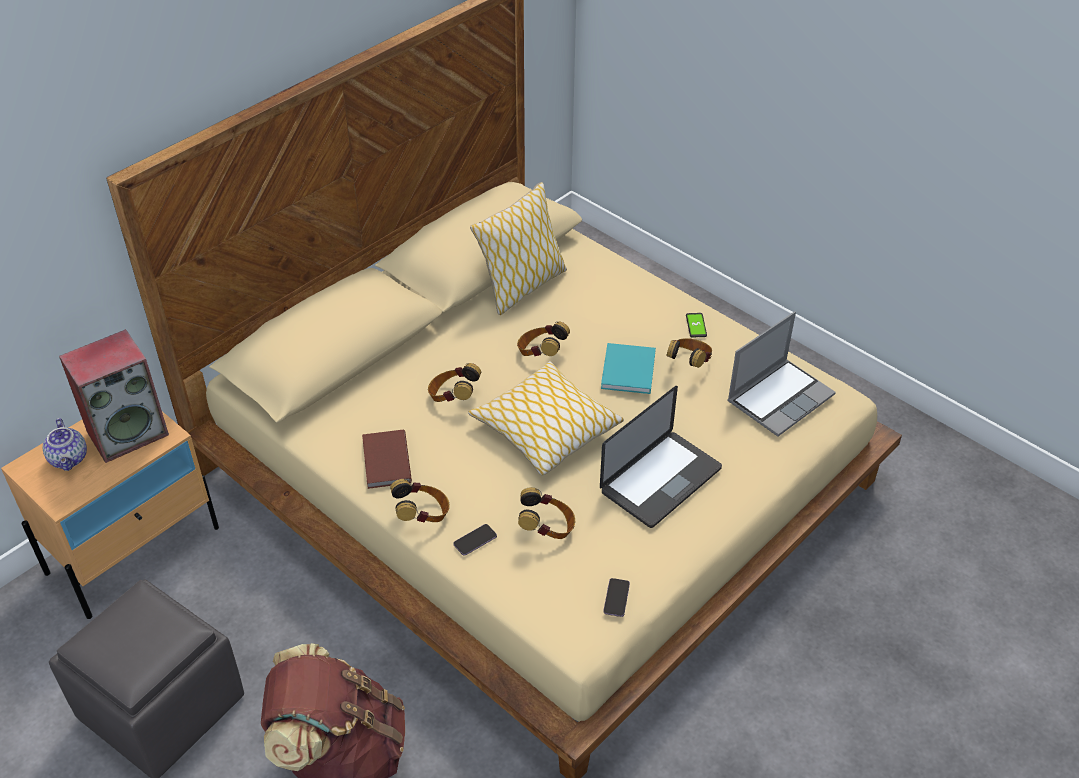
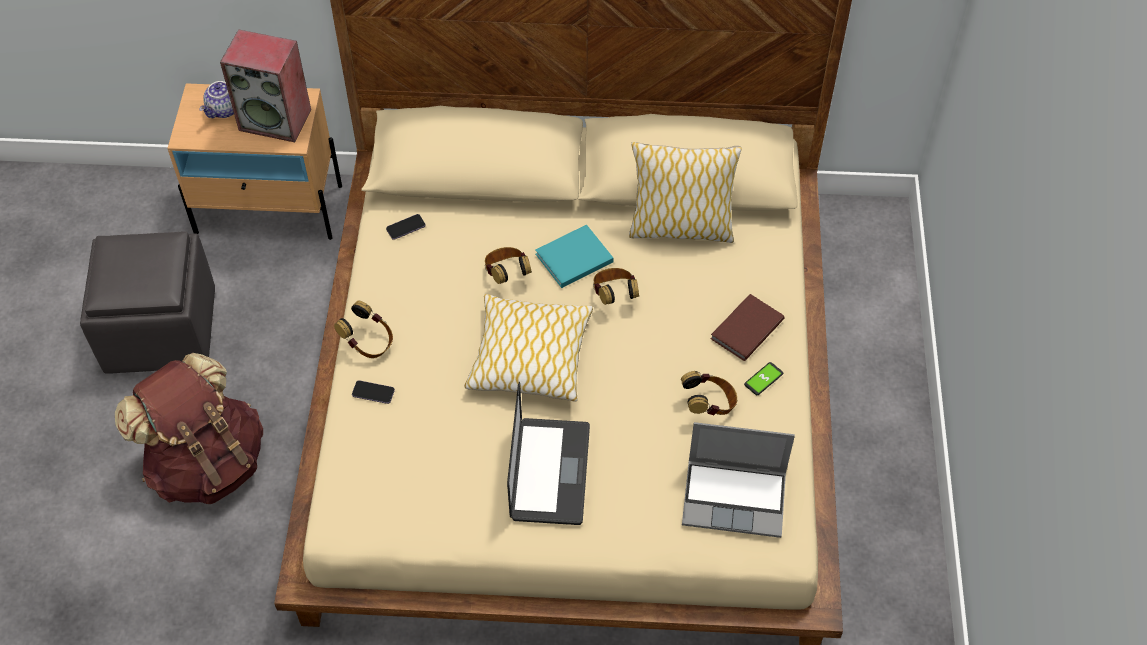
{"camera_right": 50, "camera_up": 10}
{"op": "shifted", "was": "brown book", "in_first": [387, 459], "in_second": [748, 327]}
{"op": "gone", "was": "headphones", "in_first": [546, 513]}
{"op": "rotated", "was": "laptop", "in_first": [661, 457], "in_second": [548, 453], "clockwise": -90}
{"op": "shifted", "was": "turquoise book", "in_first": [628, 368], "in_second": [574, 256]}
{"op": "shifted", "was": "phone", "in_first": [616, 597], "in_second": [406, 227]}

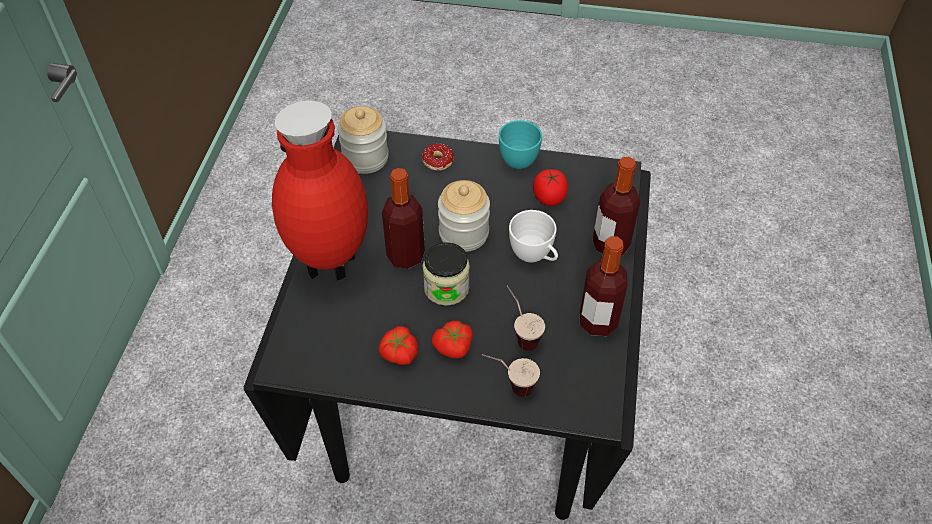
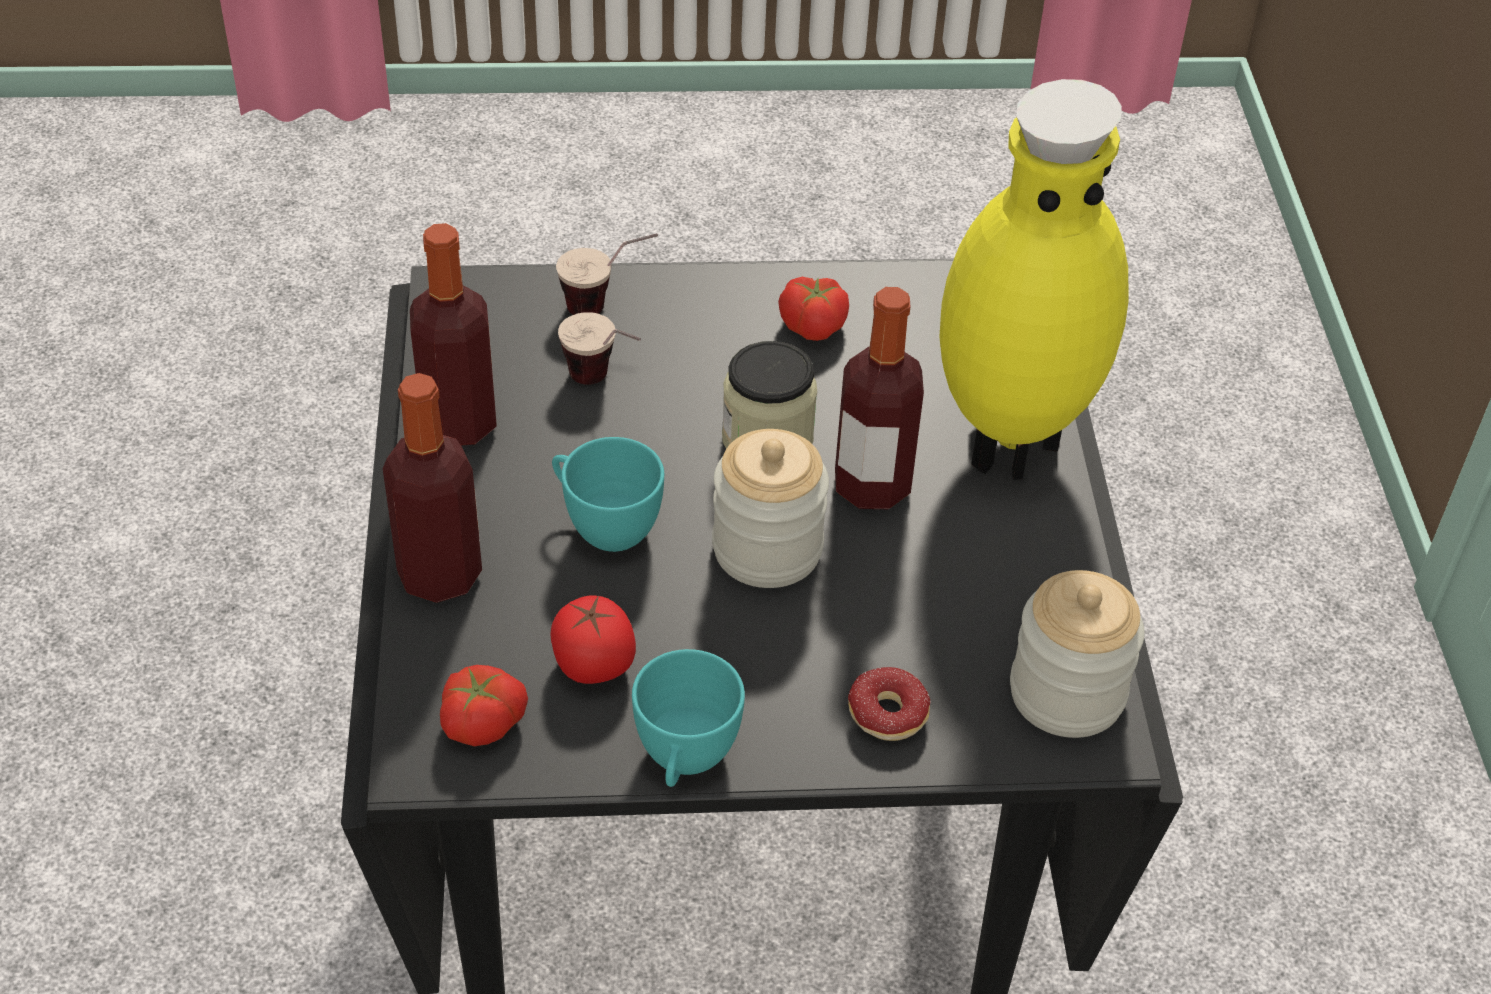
{"camera_right": 165, "camera_up": -5}
{"op": "repainted", "was": "red vase", "now": "yellow vase", "in_first": [320, 190], "in_second": [1034, 279]}
{"op": "shifted", "was": "tomato", "in_first": [452, 339], "in_second": [484, 705]}
{"op": "repainted", "was": "white cup", "now": "turquoise cup", "in_first": [533, 236], "in_second": [608, 494]}

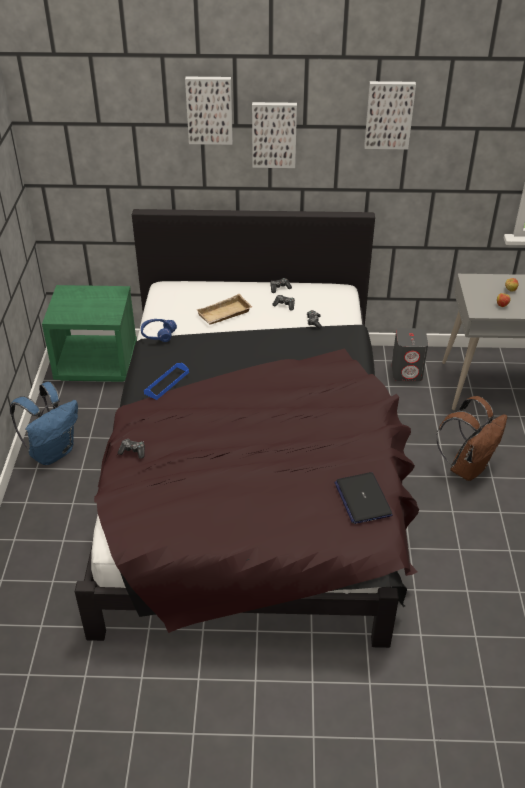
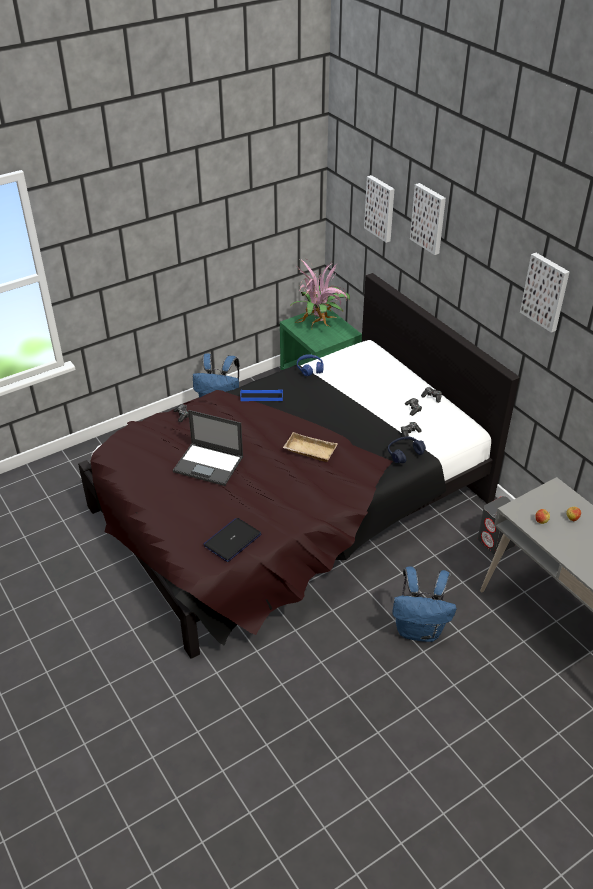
{"camera_right": 55, "camera_up": 0}
{"op": "shifted", "was": "beige tray", "in_first": [224, 309], "in_second": [310, 447]}
{"op": "shifted", "was": "picture", "in_first": [274, 135], "in_second": [379, 209]}
{"op": "repainted", "was": "brown backpack", "now": "blue backpack", "in_first": [471, 438], "in_second": [424, 604]}
{"op": "new", "now": "laptop", "in_second": [208, 448]}
{"op": "new", "now": "potted plant", "in_second": [319, 293]}
{"op": "new", "now": "blue headphones", "in_second": [407, 449]}

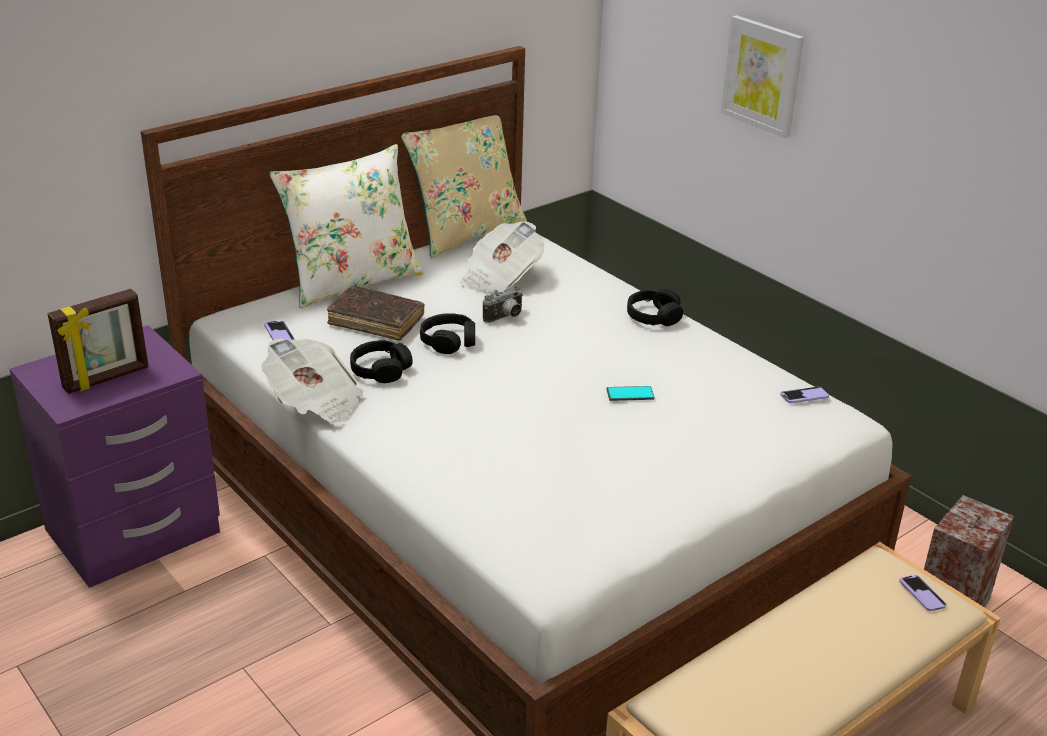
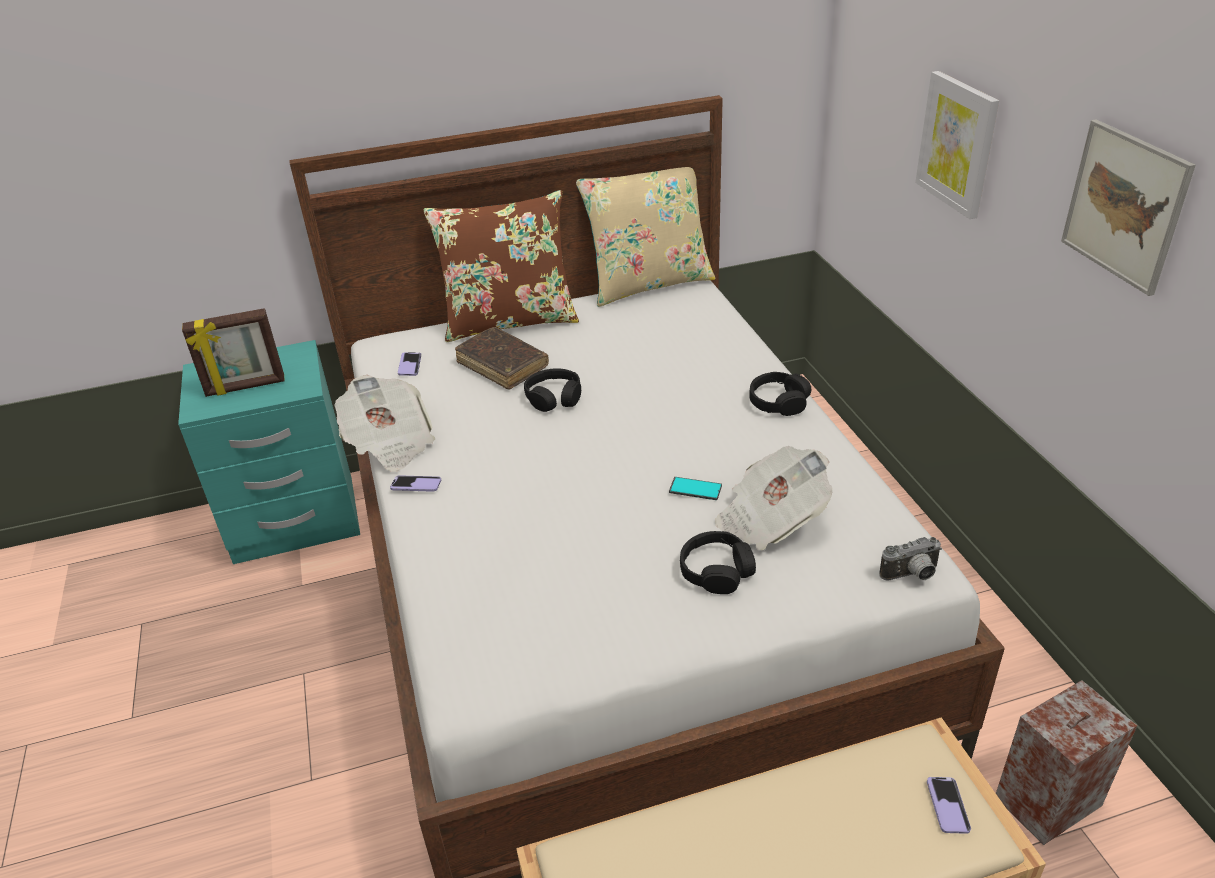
{"camera_right": 25, "camera_up": 5}
{"op": "repainted", "was": "purple nightstand", "now": "turquoise nightstand", "in_first": [115, 456], "in_second": [269, 452]}
{"op": "repainted", "was": "white pillow", "now": "brown pillow", "in_first": [346, 226], "in_second": [501, 266]}
{"op": "shifted", "was": "black headphones", "in_first": [381, 361], "in_second": [718, 562]}
{"op": "shifted", "was": "newspaper", "in_first": [502, 257], "in_second": [774, 498]}
{"op": "shifted", "was": "photo camera", "in_first": [503, 305], "in_second": [910, 559]}
{"op": "shifted", "was": "phone", "in_first": [805, 395], "in_second": [415, 483]}
{"op": "new", "now": "picture", "in_second": [1128, 208]}

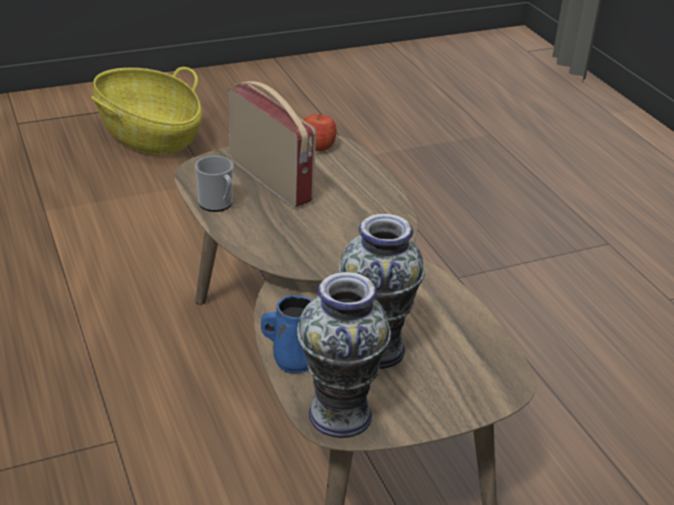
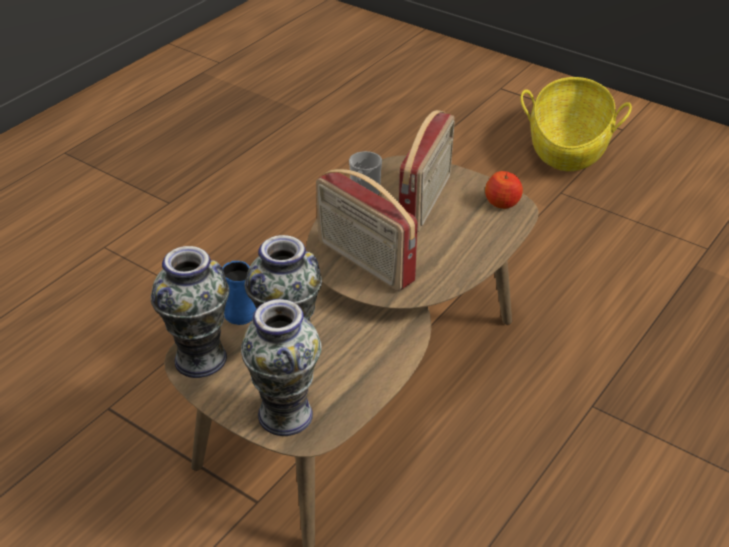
{"camera_right": 60, "camera_up": 5}
{"op": "new", "now": "vase", "in_second": [281, 367]}
{"op": "new", "now": "radio", "in_second": [367, 230]}

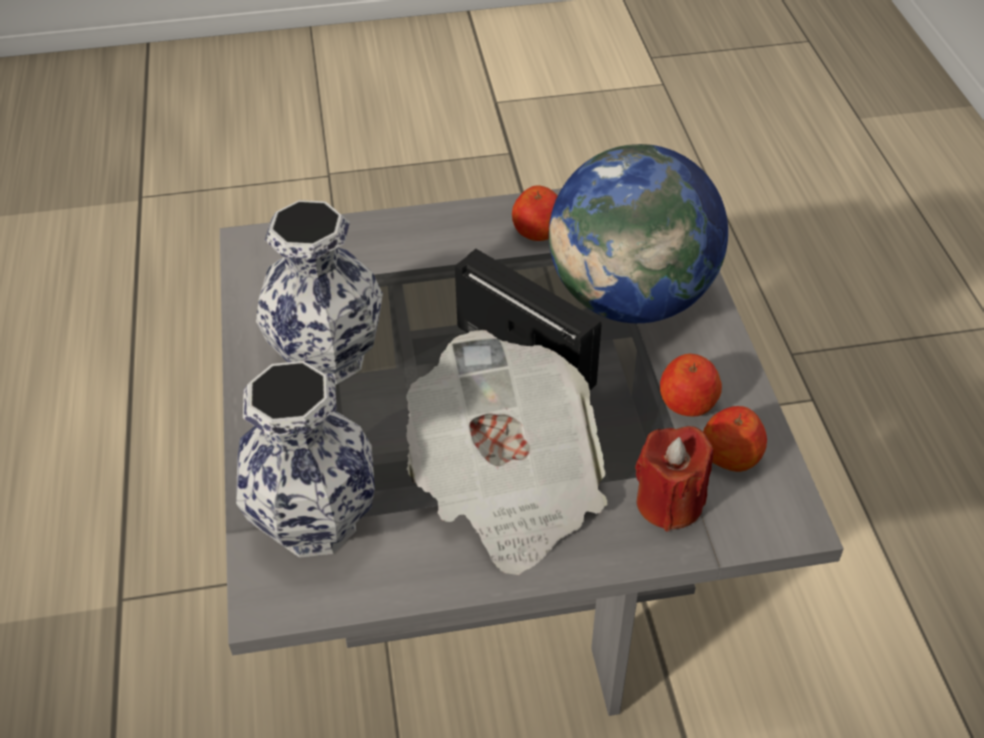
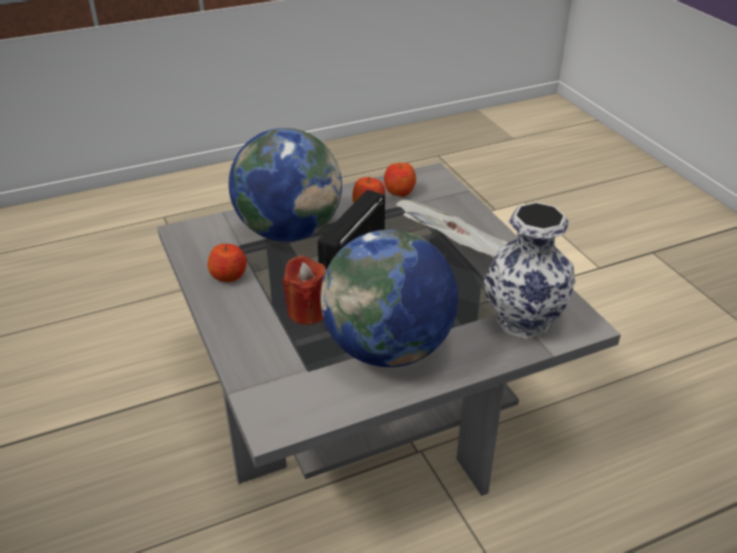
{"camera_right": -105, "camera_up": -10}
{"op": "swapped", "was": "vase", "now": "globe", "in_first": [319, 292], "in_second": [389, 298]}
{"op": "shifted", "was": "red candle", "in_first": [674, 479], "in_second": [304, 290]}

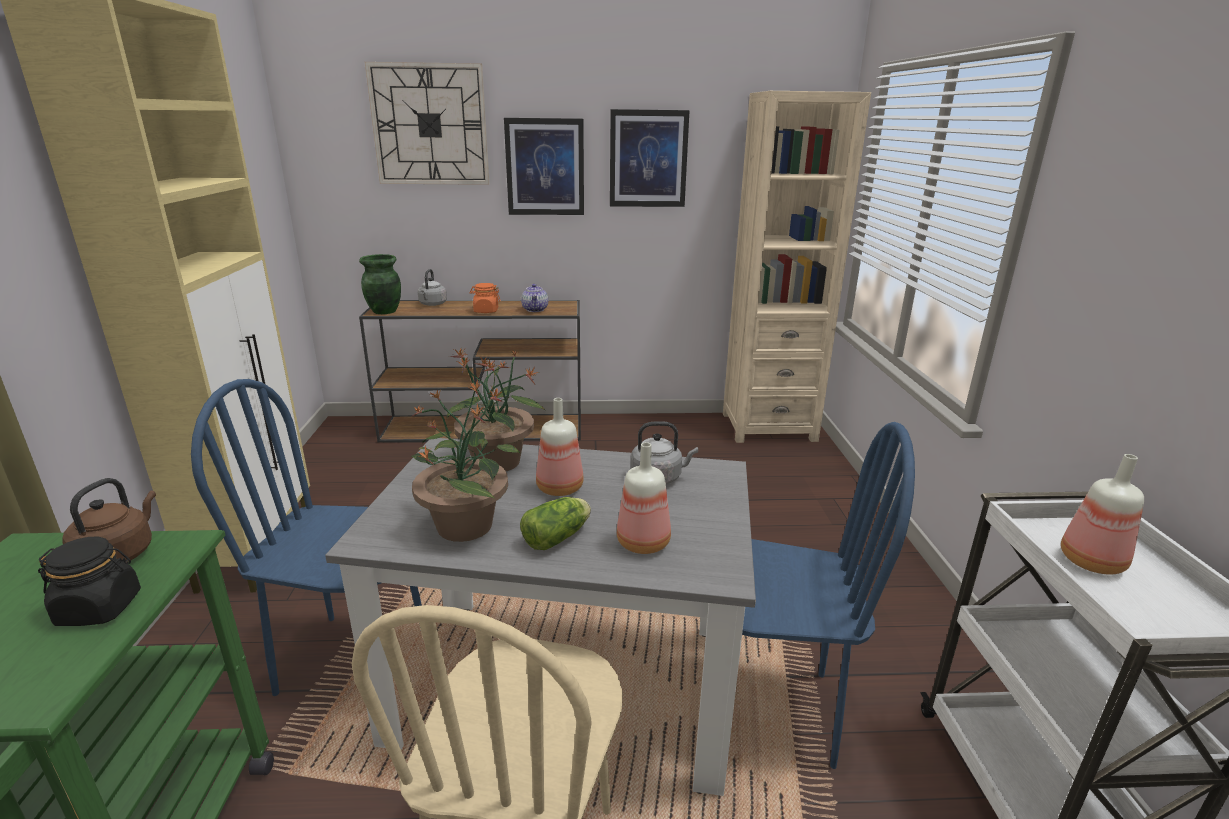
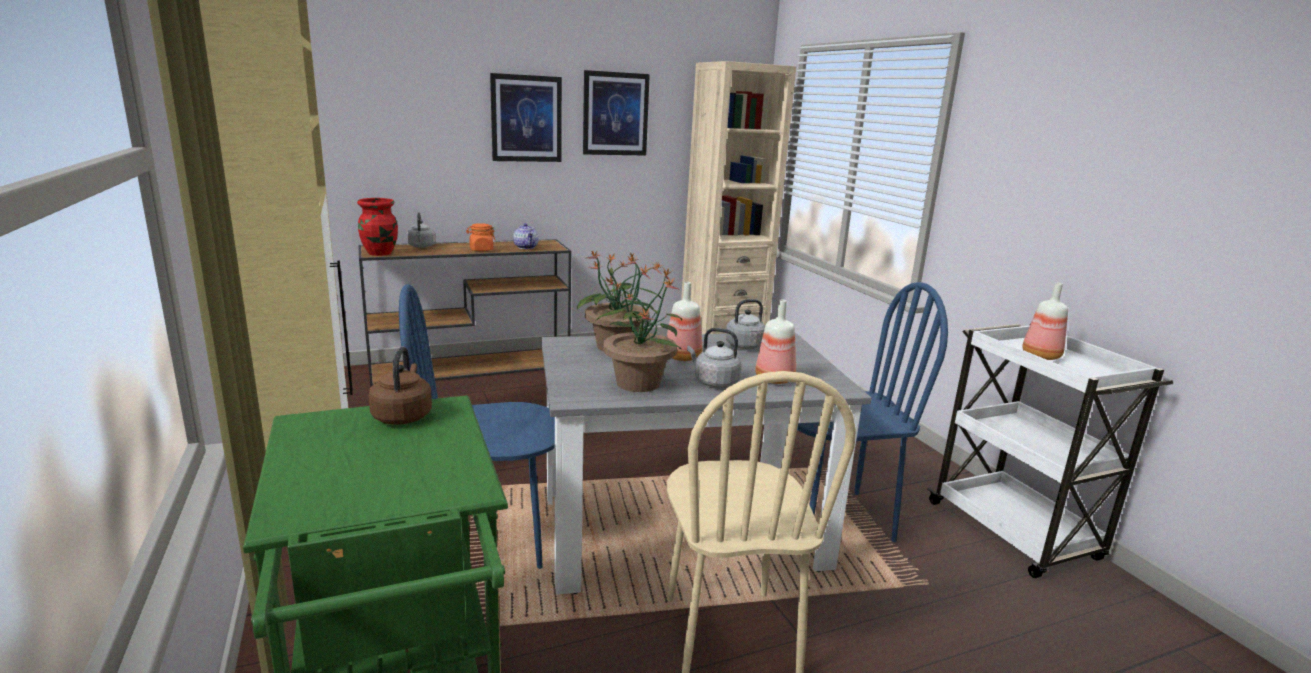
{"camera_right": -20, "camera_up": -5}
{"op": "gone", "was": "black jar", "in_first": [89, 581]}
{"op": "repainted", "was": "green vase", "now": "red vase", "in_first": [380, 284], "in_second": [377, 227]}
{"op": "gone", "was": "wall clock", "in_first": [427, 123]}
{"op": "swapped", "was": "lettuce", "now": "grey kettle", "in_first": [555, 523], "in_second": [714, 357]}

